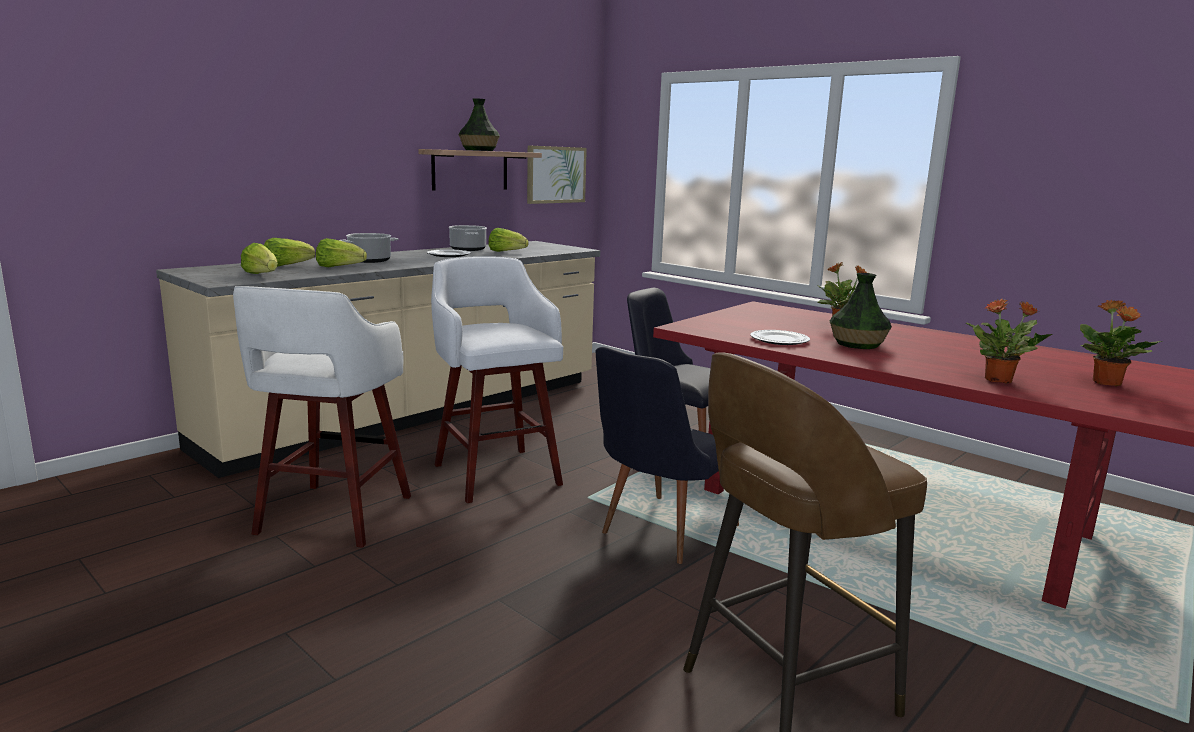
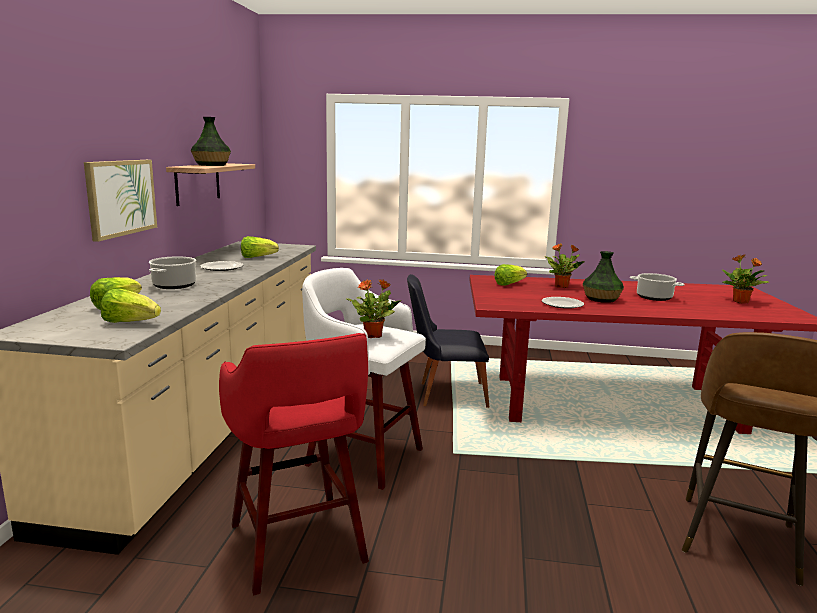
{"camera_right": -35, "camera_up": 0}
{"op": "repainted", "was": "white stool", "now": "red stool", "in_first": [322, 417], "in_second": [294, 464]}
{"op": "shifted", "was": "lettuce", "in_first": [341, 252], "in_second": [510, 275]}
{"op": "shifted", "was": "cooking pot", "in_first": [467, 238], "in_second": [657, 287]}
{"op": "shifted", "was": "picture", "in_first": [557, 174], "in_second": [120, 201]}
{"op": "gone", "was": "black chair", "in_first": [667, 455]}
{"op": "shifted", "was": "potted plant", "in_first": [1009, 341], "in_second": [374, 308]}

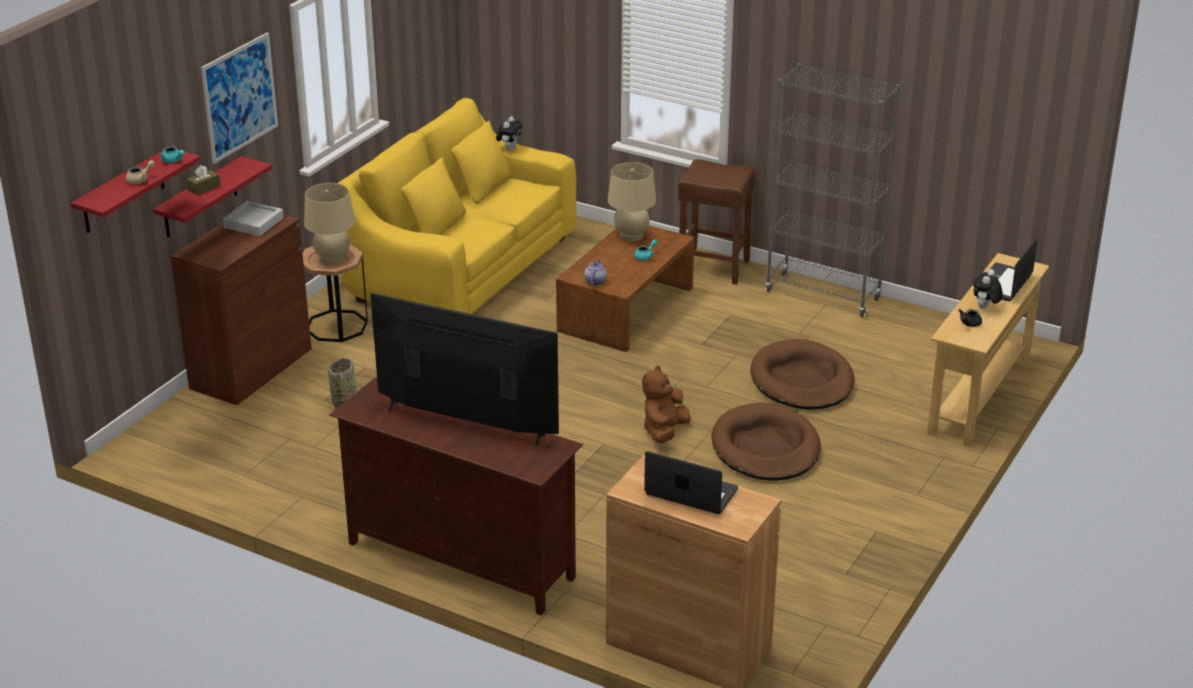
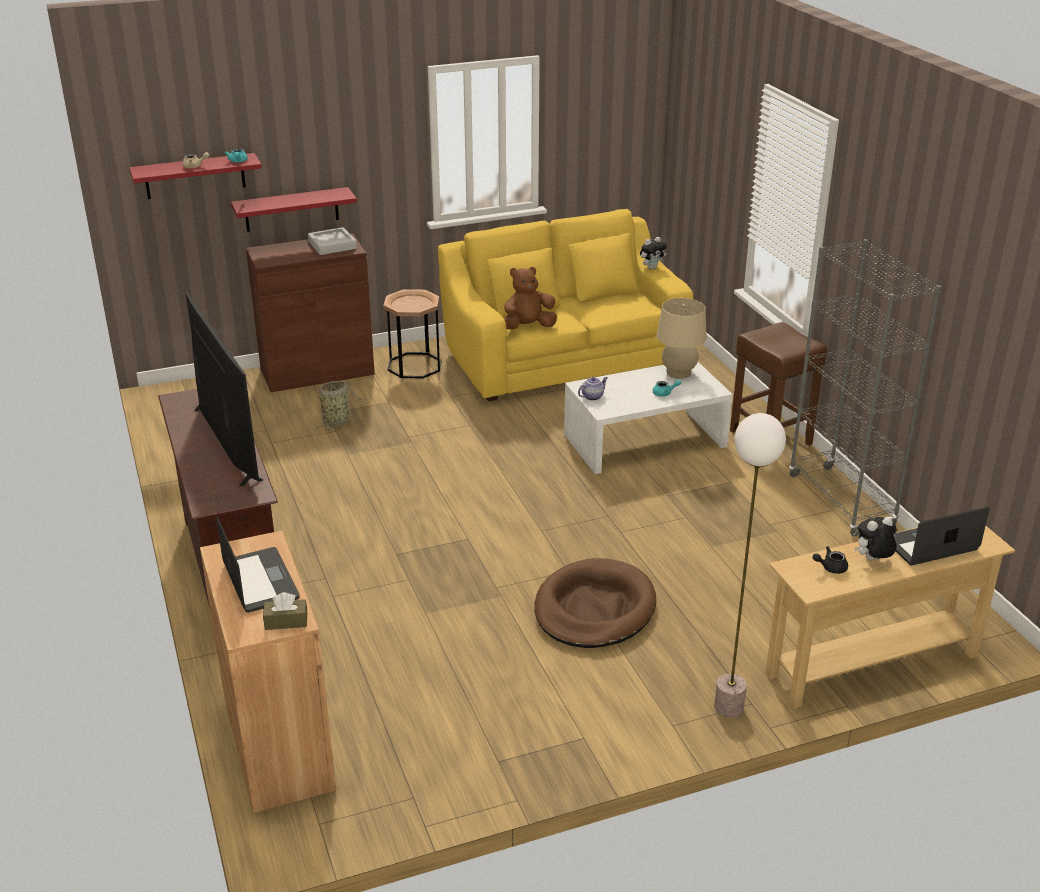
{"camera_right": 40, "camera_up": 0}
{"op": "shifted", "was": "brown tissue box", "in_first": [203, 180], "in_second": [285, 611]}
{"op": "gone", "was": "picture", "in_first": [239, 98]}
{"op": "gone", "was": "beige table lamp", "in_first": [329, 224]}
{"op": "repainted", "was": "brown coffee table", "now": "white coffee table", "in_first": [625, 288], "in_second": [648, 418]}
{"op": "shifted", "was": "brown plush toy", "in_first": [666, 405], "in_second": [530, 298]}
{"op": "gone", "was": "brown dog bed", "in_first": [802, 374]}
{"op": "new", "now": "floor lamp", "in_second": [750, 565]}

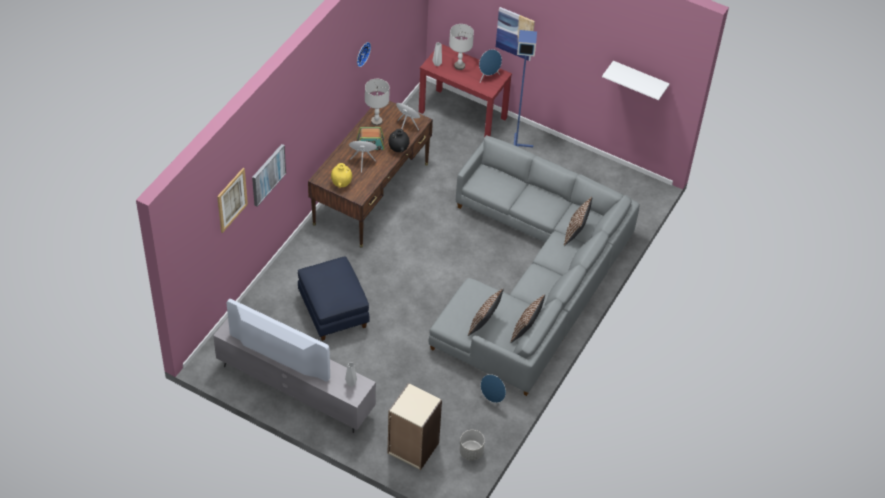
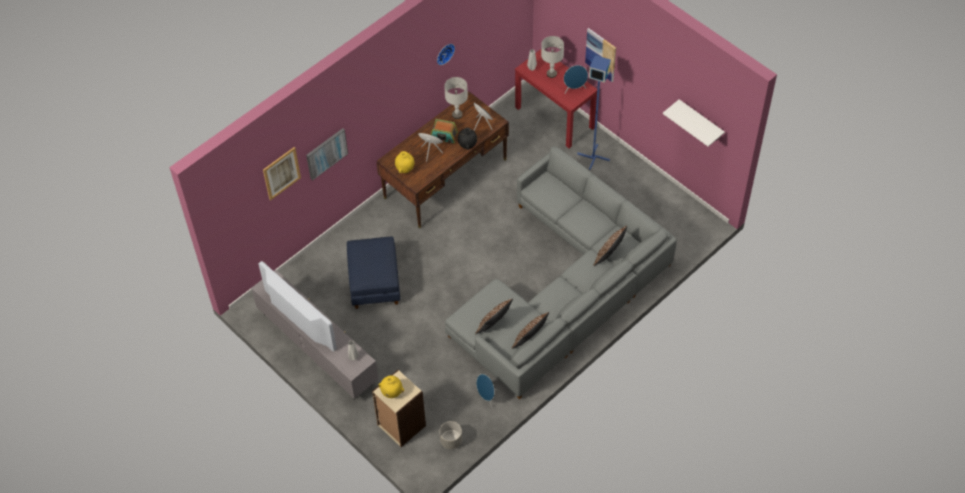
{"camera_right": 20, "camera_up": 5}
{"op": "new", "now": "yellow vase", "in_second": [391, 386]}

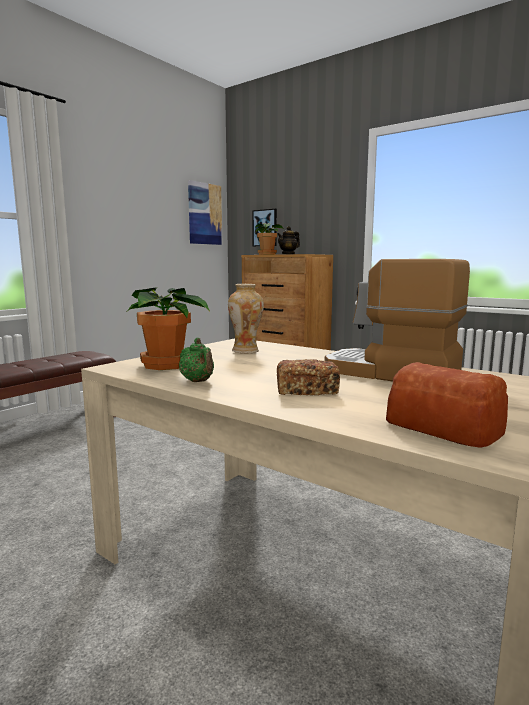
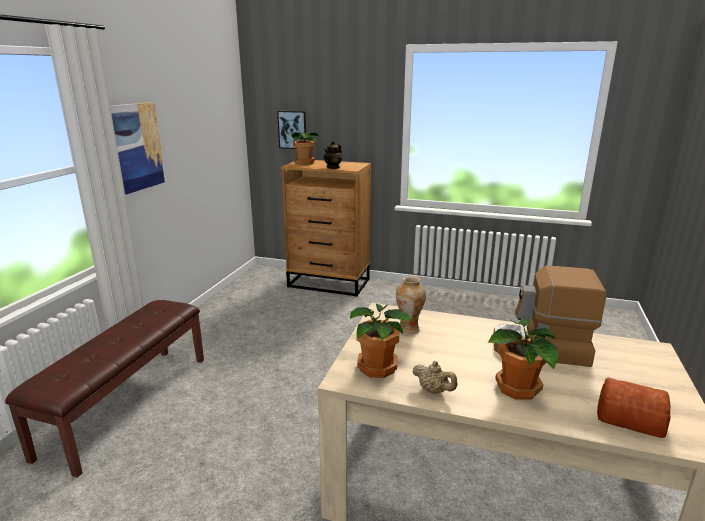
{"camera_right": -20, "camera_up": 10}
{"op": "repainted", "was": "green teapot", "now": "beige teapot", "in_first": [196, 360], "in_second": [435, 377]}
{"op": "shifted", "was": "picture", "in_first": [205, 212], "in_second": [138, 148]}
{"op": "swapped", "was": "bread", "now": "potted plant", "in_first": [308, 377], "in_second": [523, 359]}

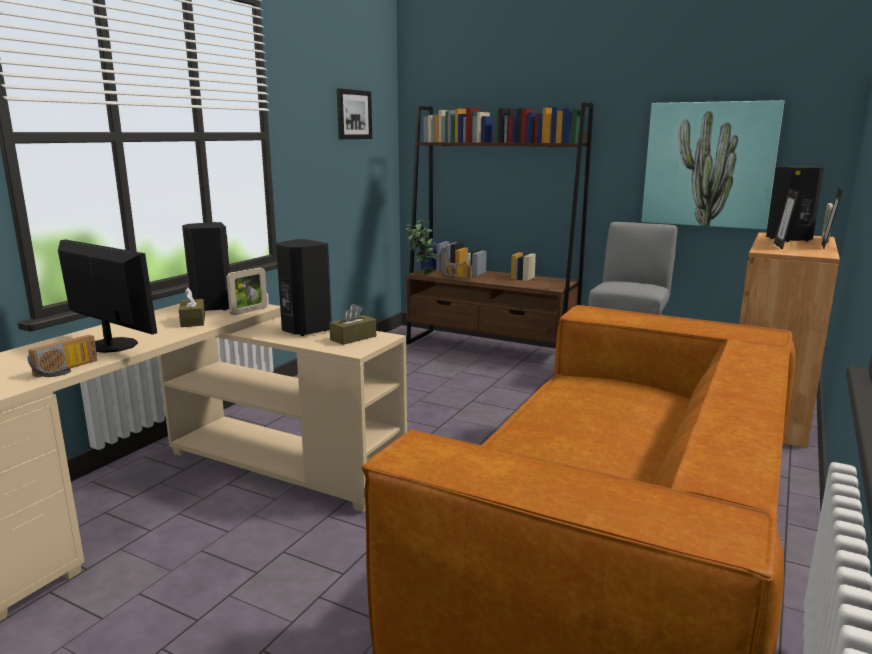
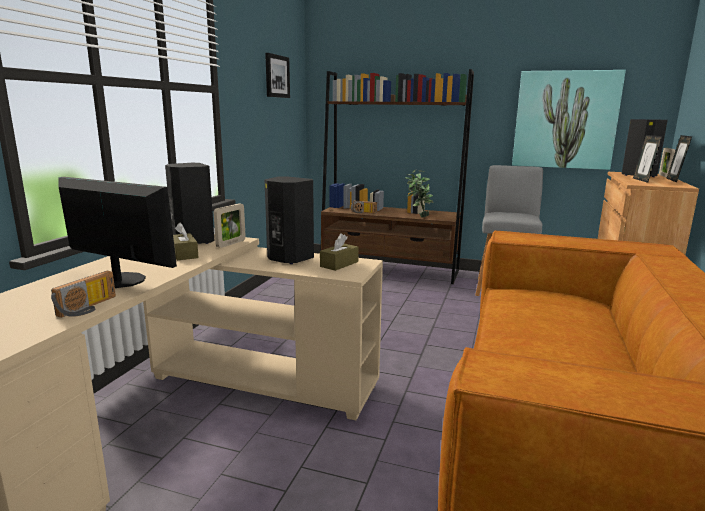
{"camera_right": -10, "camera_up": 0}
{"op": "shifted", "was": "potted plant", "in_first": [422, 246], "in_second": [419, 193]}

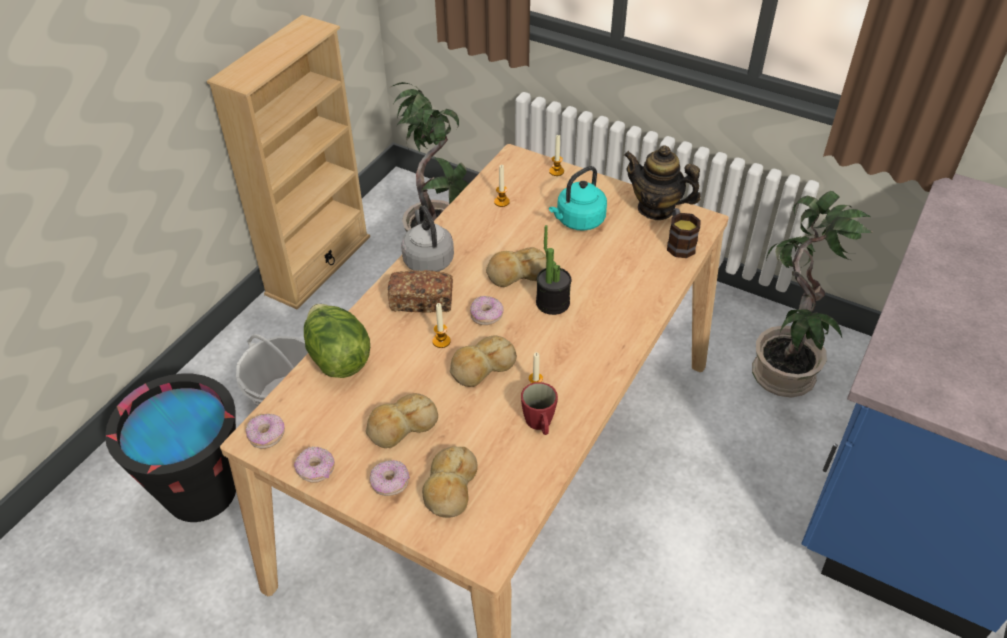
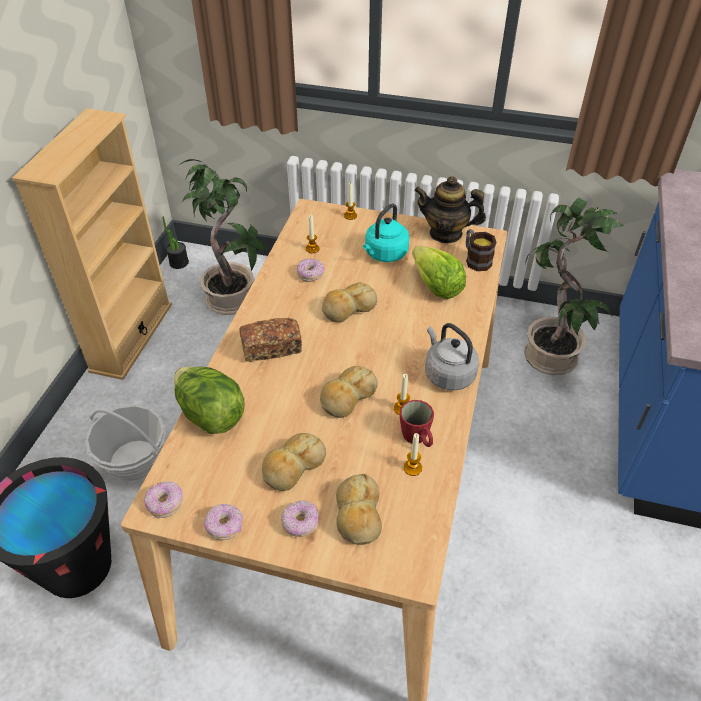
{"camera_right": -15, "camera_up": 0}
{"op": "shifted", "was": "grey kettle", "in_first": [427, 238], "in_second": [452, 357]}
{"op": "shifted", "was": "candle", "in_first": [441, 325], "in_second": [412, 454]}
{"op": "shifted", "was": "donut", "in_first": [487, 310], "in_second": [311, 270]}
{"op": "shifted", "was": "potted plant", "in_first": [553, 270], "in_second": [175, 243]}
{"op": "new", "now": "lettuce", "in_second": [439, 272]}

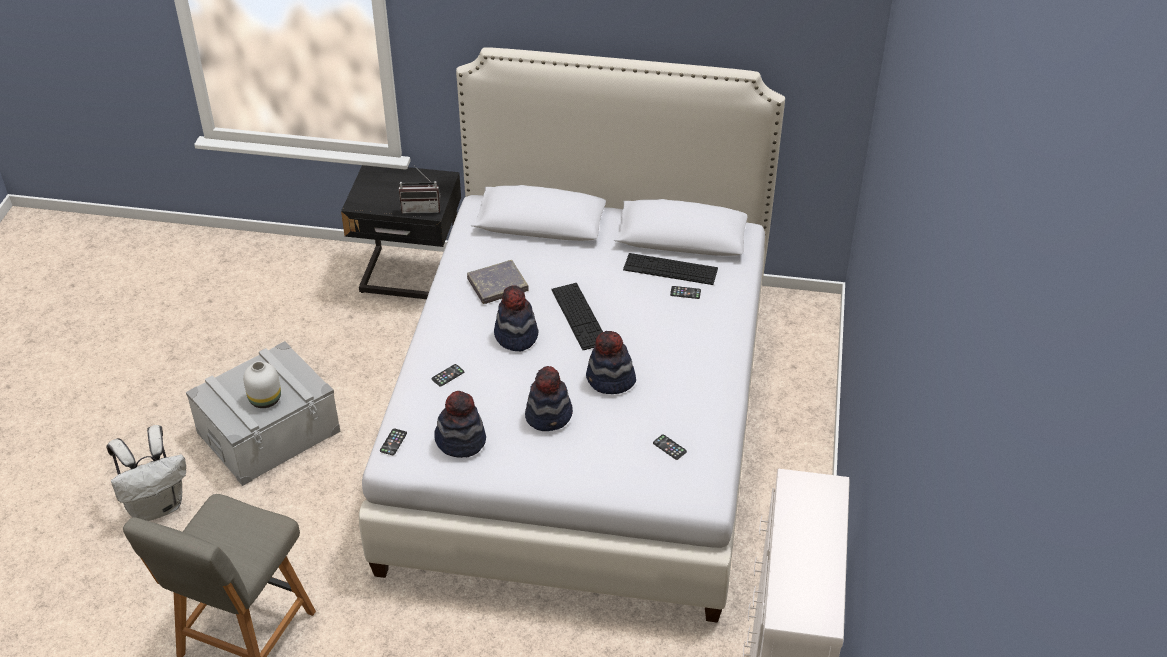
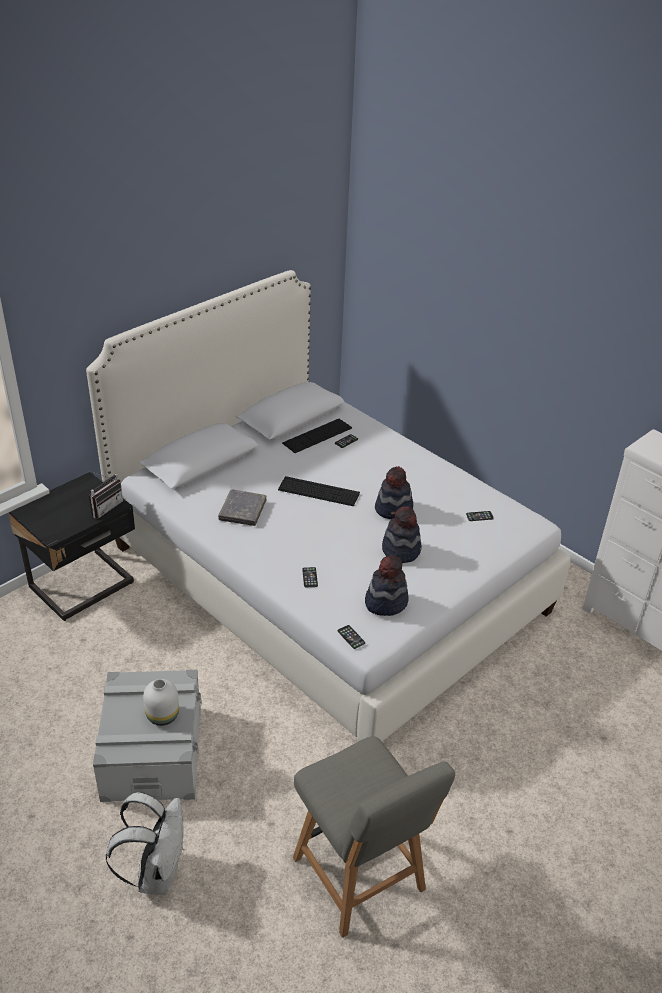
{"camera_right": -55, "camera_up": -5}
{"op": "gone", "was": "hat", "in_first": [516, 318]}

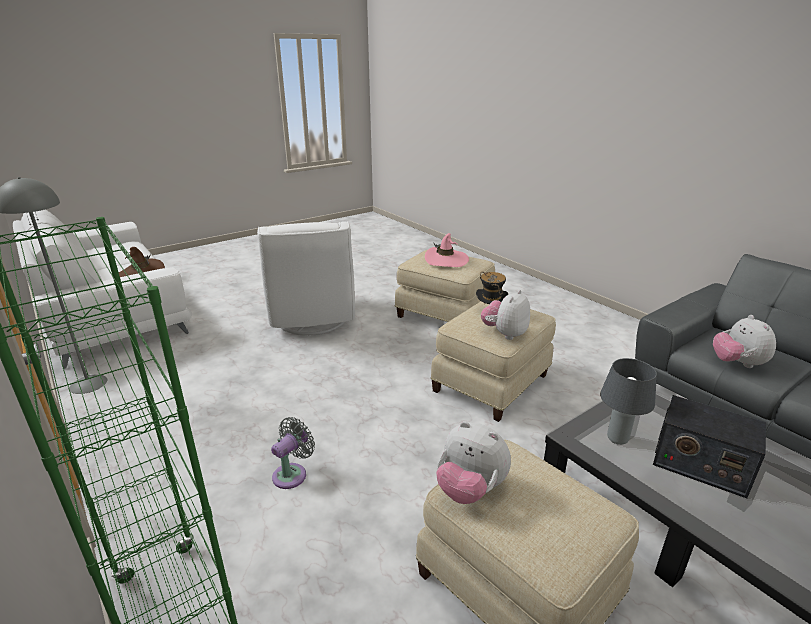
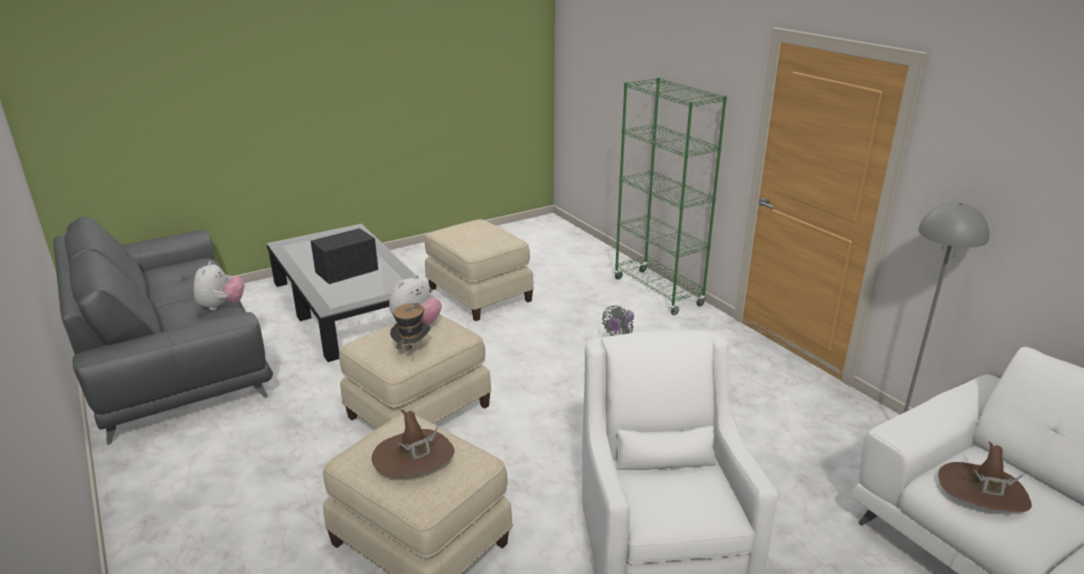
{"camera_right": -175, "camera_up": 0}
{"op": "repainted", "was": "pink hat", "now": "brown hat", "in_first": [447, 250], "in_second": [413, 443]}
{"op": "gone", "was": "plush toy", "in_first": [473, 462]}
{"op": "gone", "was": "grey table lamp", "in_first": [628, 401]}
{"op": "rotated", "was": "radio", "in_first": [709, 446], "in_second": [344, 256], "clockwise": -75}

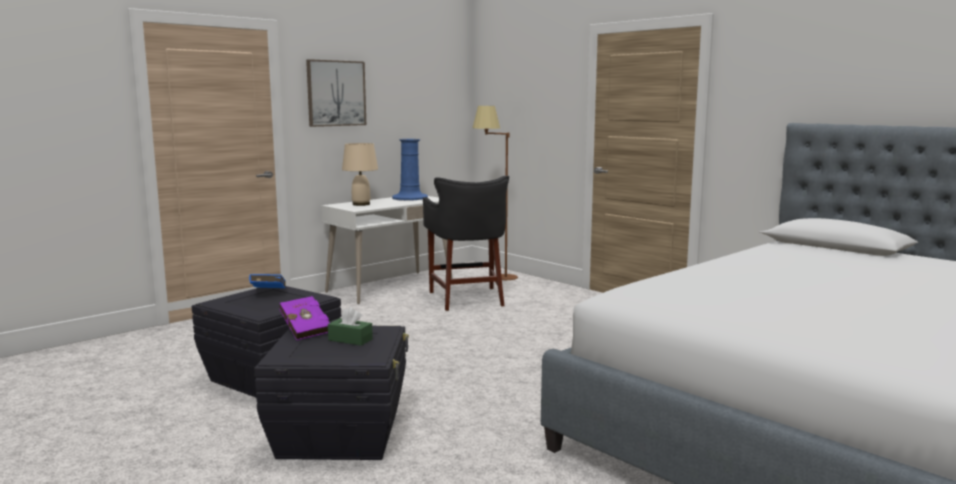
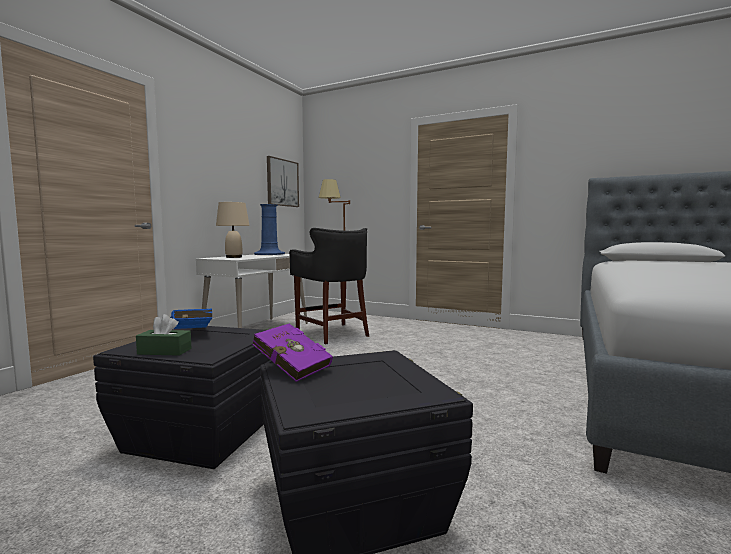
{"camera_right": -20, "camera_up": -5}
{"op": "shifted", "was": "picture", "in_first": [336, 93], "in_second": [283, 181]}
{"op": "shifted", "was": "green tissue box", "in_first": [350, 326], "in_second": [164, 335]}

